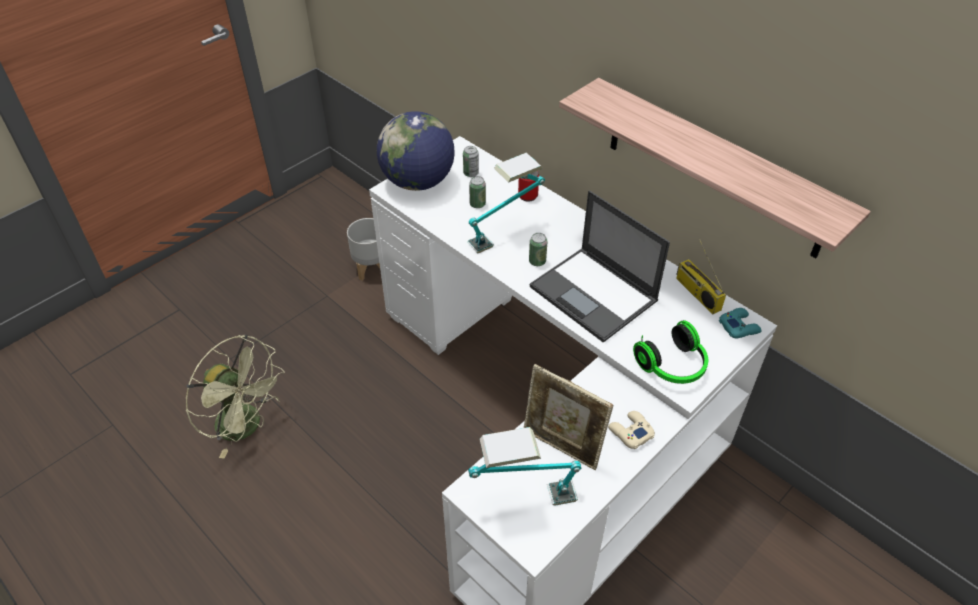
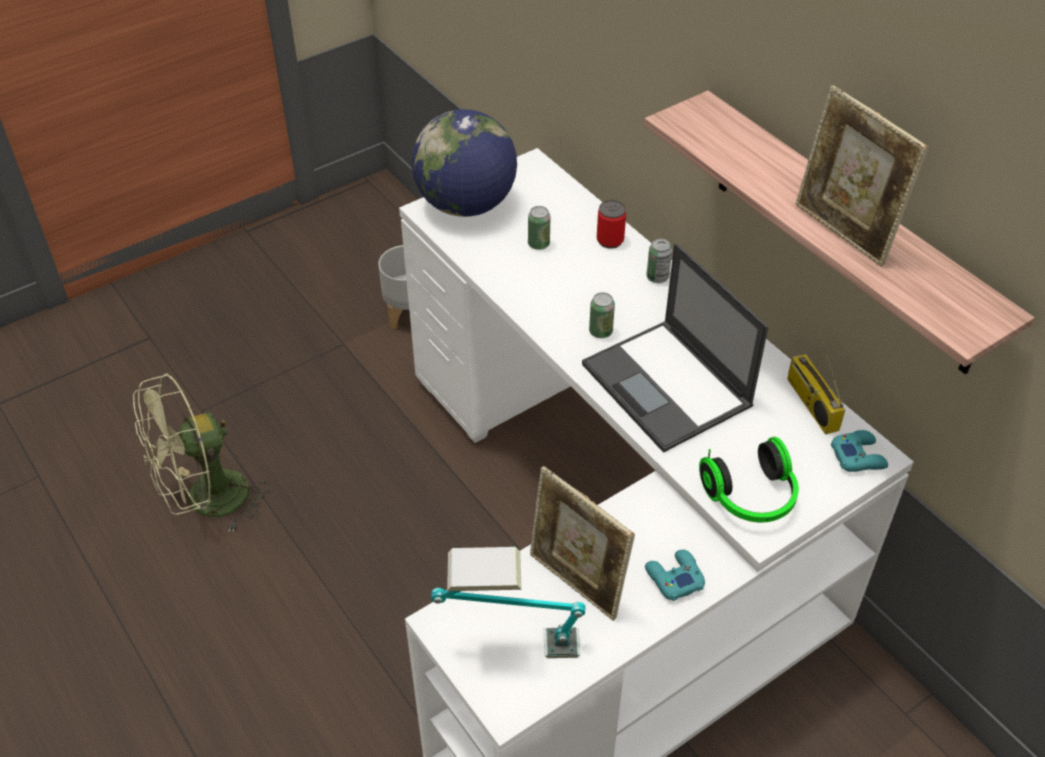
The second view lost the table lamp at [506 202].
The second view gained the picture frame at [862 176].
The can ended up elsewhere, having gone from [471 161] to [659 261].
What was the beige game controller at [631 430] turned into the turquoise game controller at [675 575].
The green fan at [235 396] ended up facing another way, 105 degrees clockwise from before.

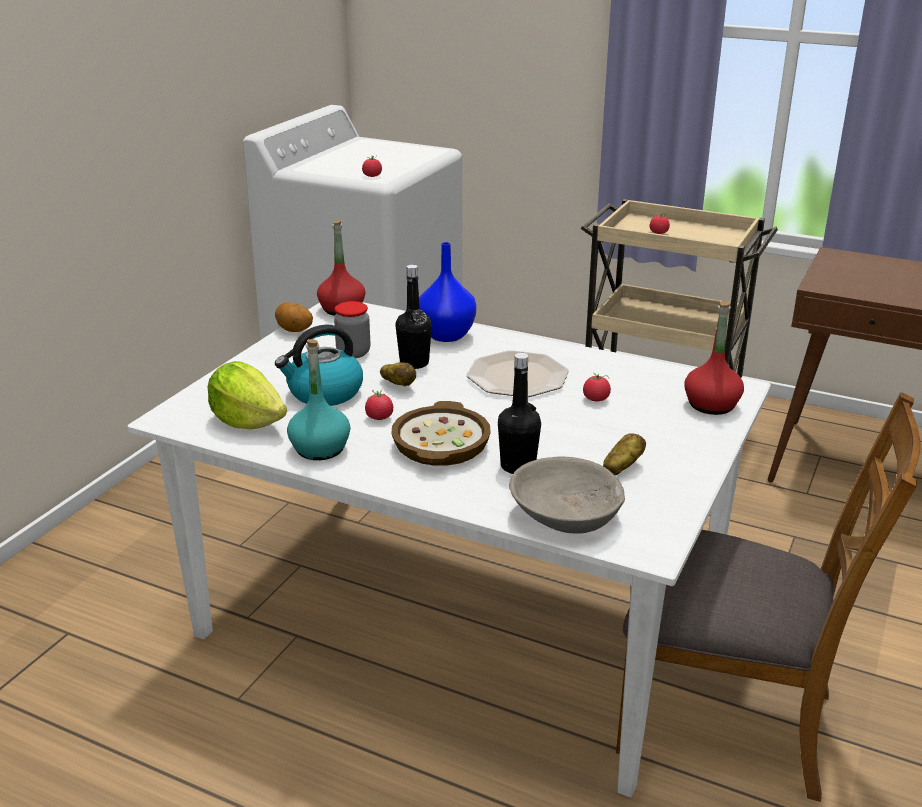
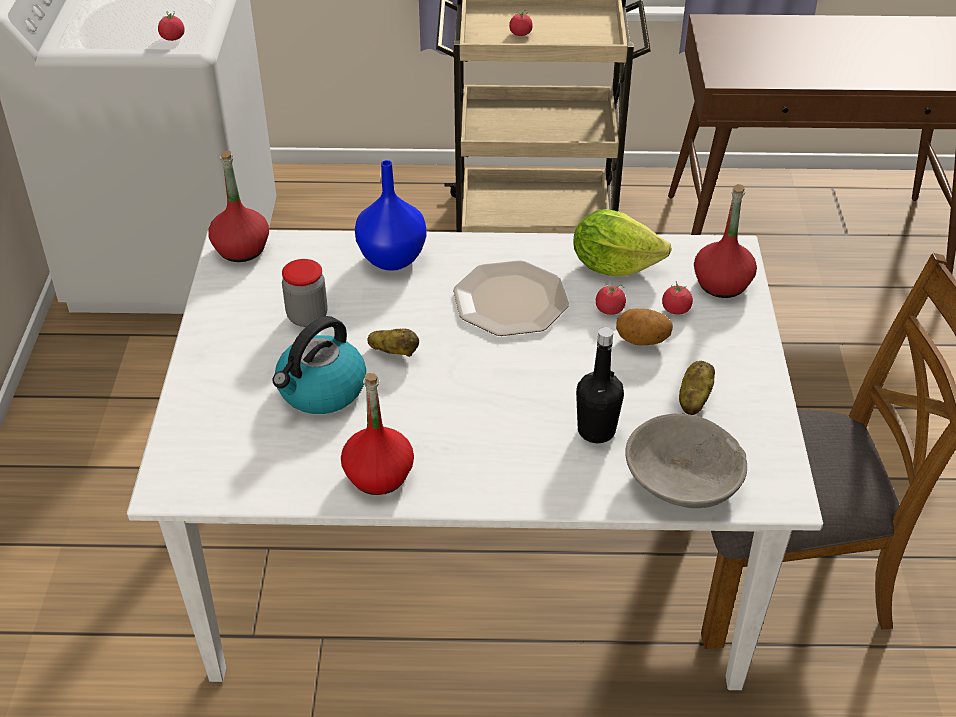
The second view lost the bowl at [441 433].
The second view lost the black bottle at [413 317].
The lettuce ended up elsewhere, having gone from [247 395] to [622 242].
The potato ended up elsewhere, having gone from [294 317] to [644 327].
The tomato ended up elsewhere, having gone from [379 404] to [677 298].
What was the turquoise bottle at [319 399] turned into the red bottle at [377 434].

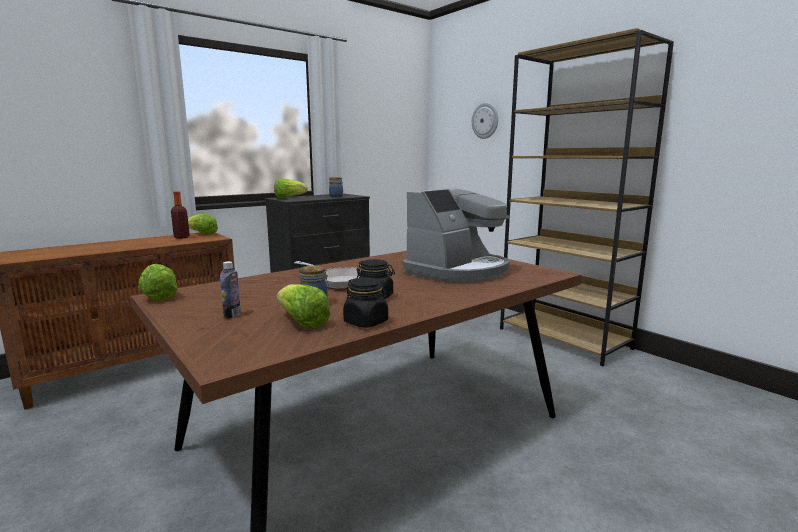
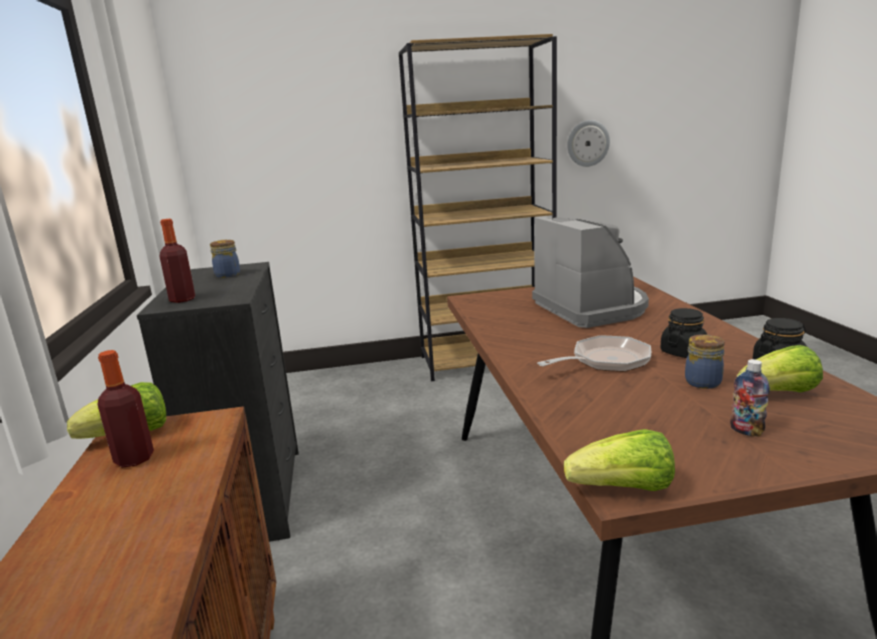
The wall clock ended up elsewhere, having gone from [485 121] to [588 143].
Where the lettuce stood at [290 188], the bottle came to stand at [177 261].

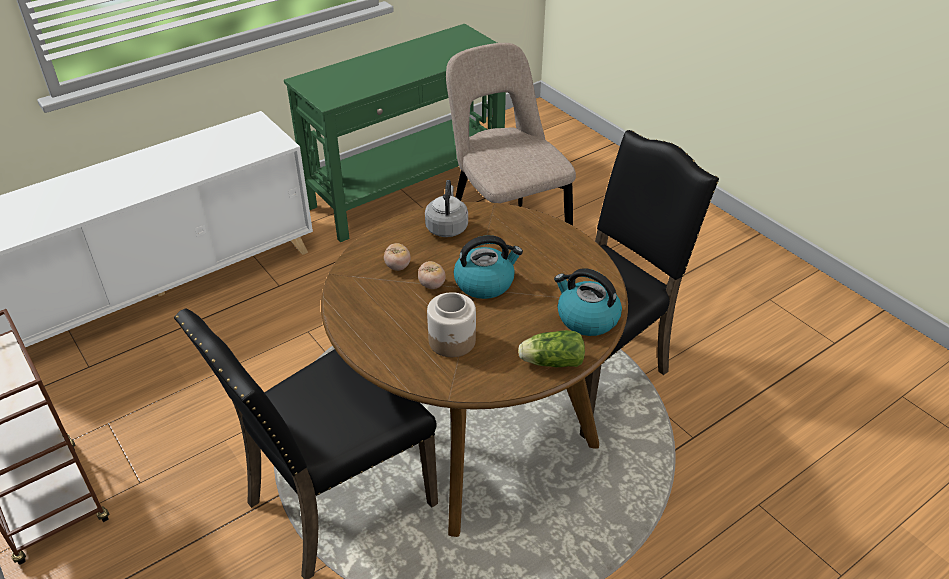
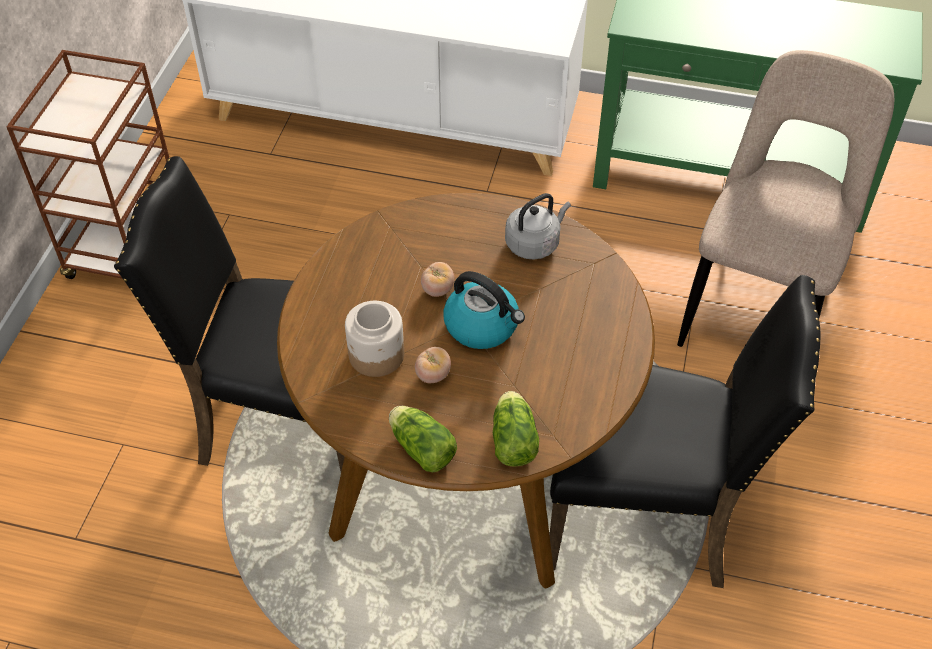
The tomato ended up elsewhere, having gone from [397 257] to [433 365].
Where the kettle stood at [588 302], the lettuce came to stand at [516 429].

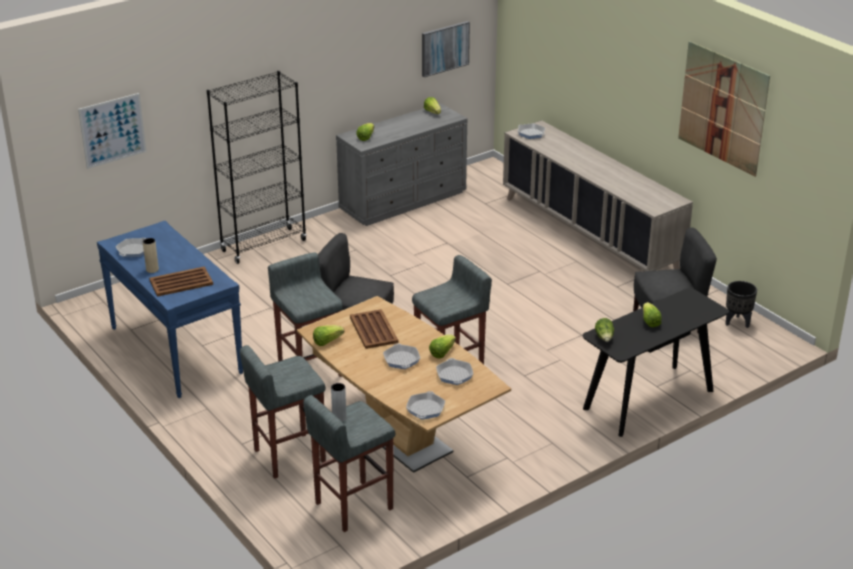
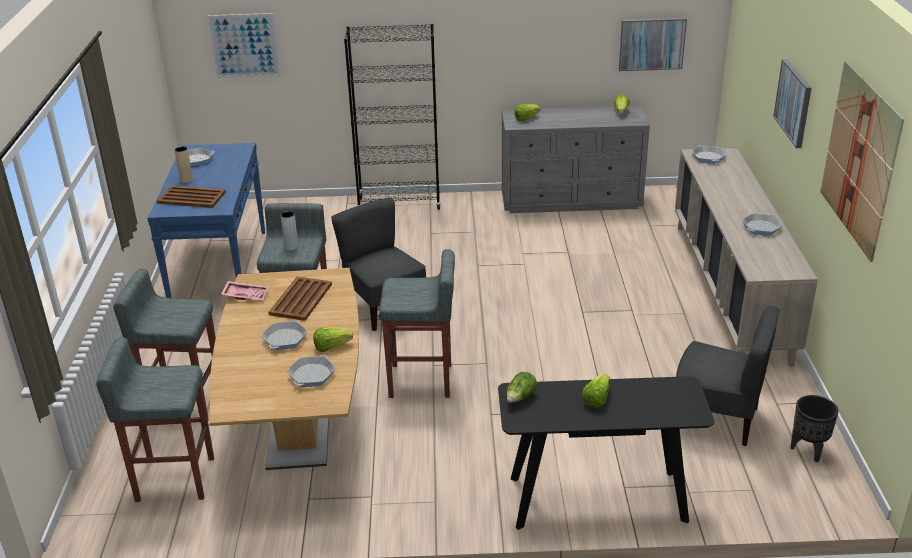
The second view gained the picture at [792 103].
The grey vase ended up elsewhere, having gone from [339 402] to [289 230].
The frying pan ended up elsewhere, having gone from [425 405] to [762 224].
Where the lettuce stood at [328 335], the pink tray came to stand at [245 290].

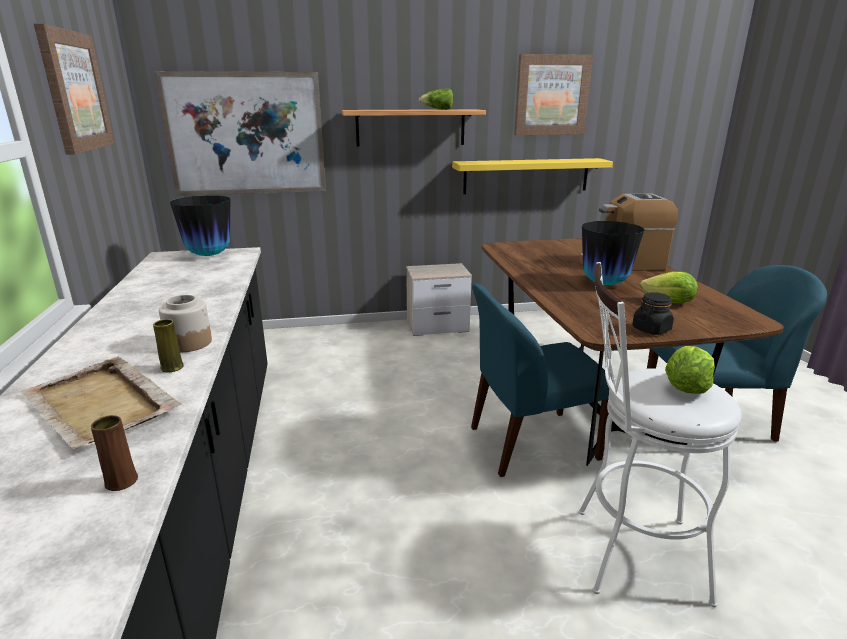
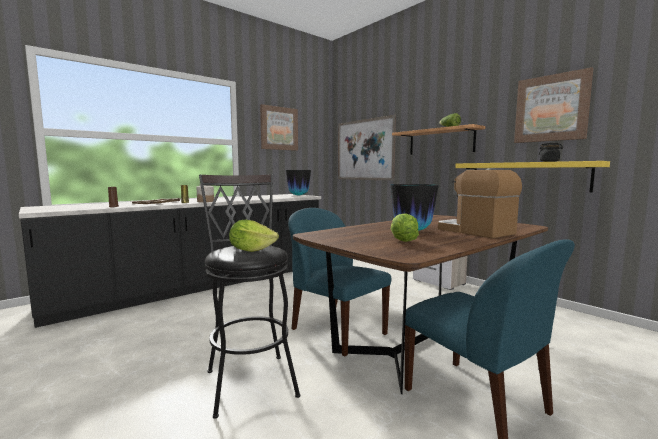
The black jar ended up elsewhere, having gone from [653 313] to [551 152].
What was the white stool at [660 435] turned into the black stool at [249 296].

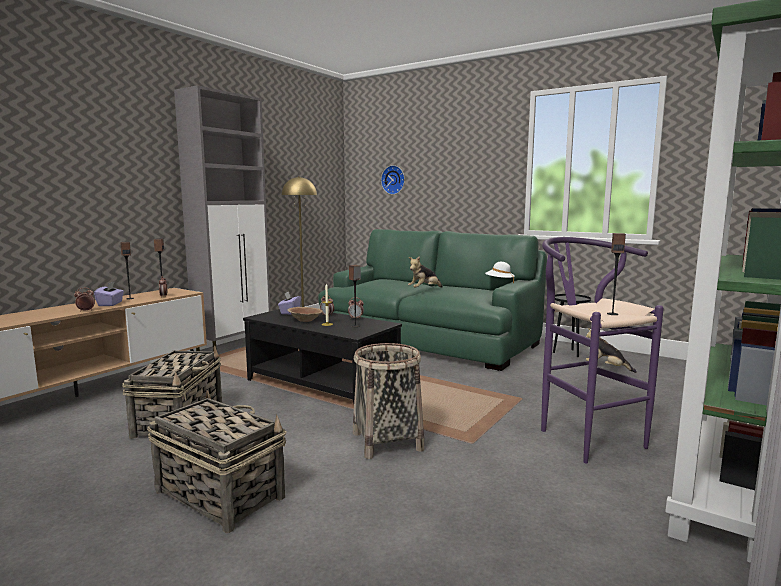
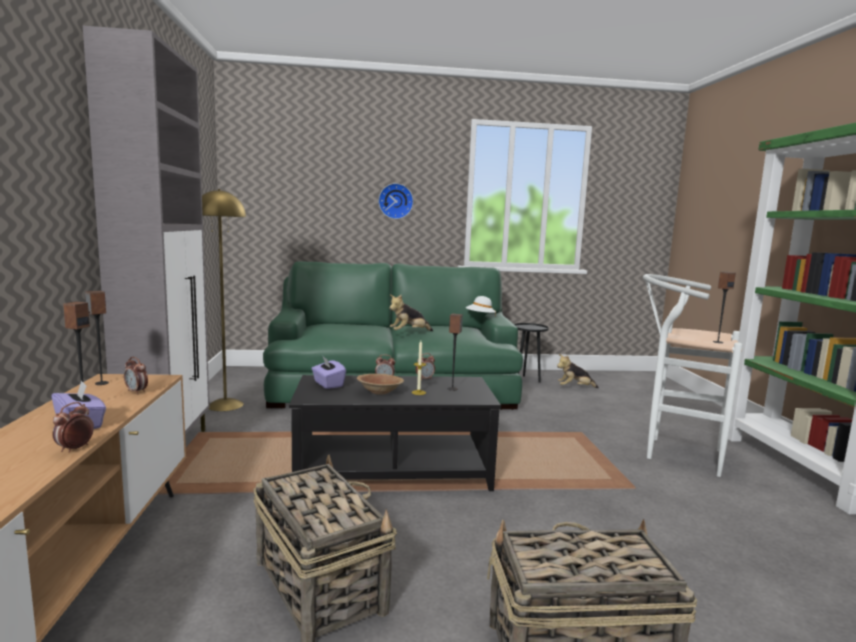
The second view lost the basket at [388 401].
The wall clock ended up elsewhere, having gone from [393 180] to [395 201].
What was the purple stool at [602 350] turned into the white stool at [692 375].
The plush toy at [425 272] ended up facing another way, 45 degrees clockwise from before.

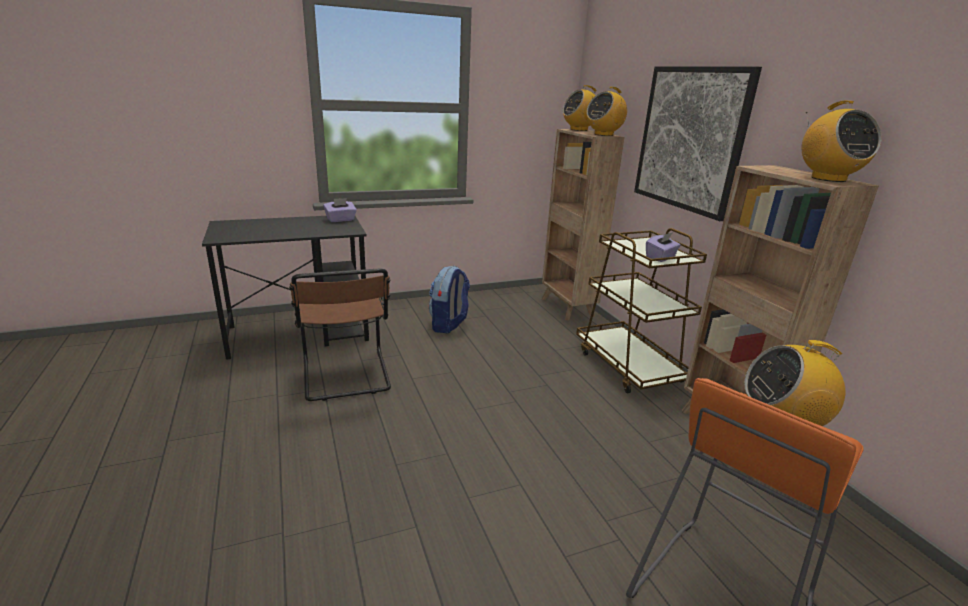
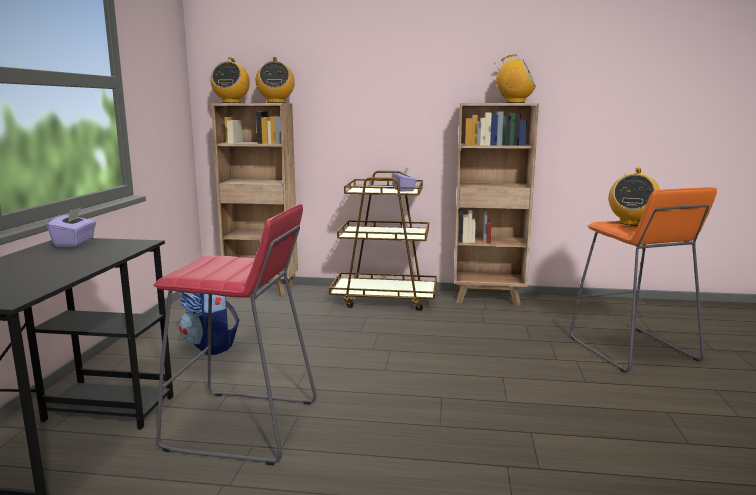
The second view lost the picture at [698 143].
Where the brown chair stood at [340 335], the red stool came to stand at [235 334].

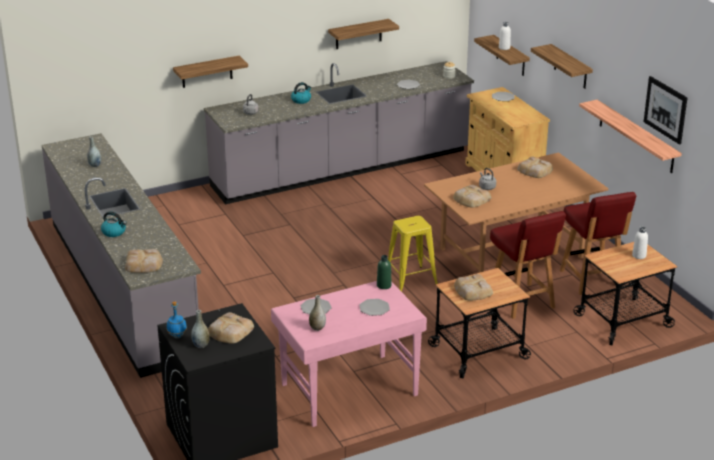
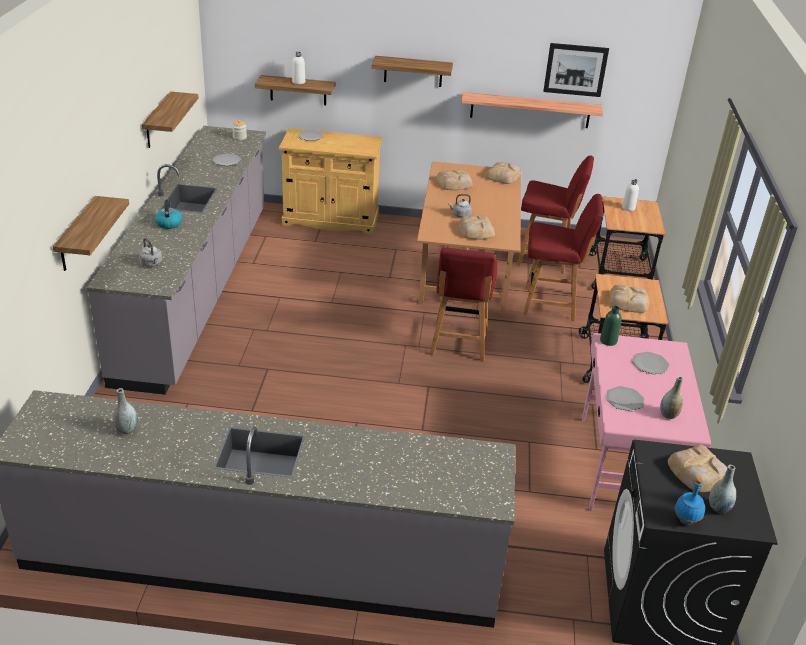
The second view lost the kettle at [114 224].
The bread ended up elsewhere, having gone from [144 261] to [503 173].
Where the yellow stool stood at [413 254], the red chair came to stand at [463 305].

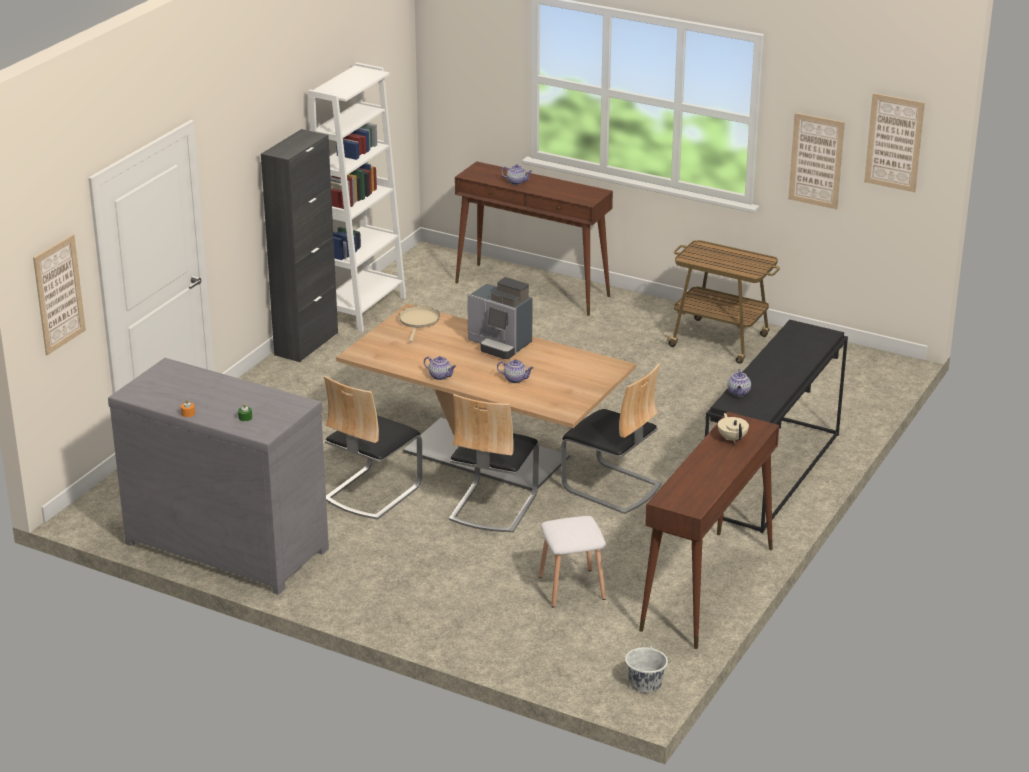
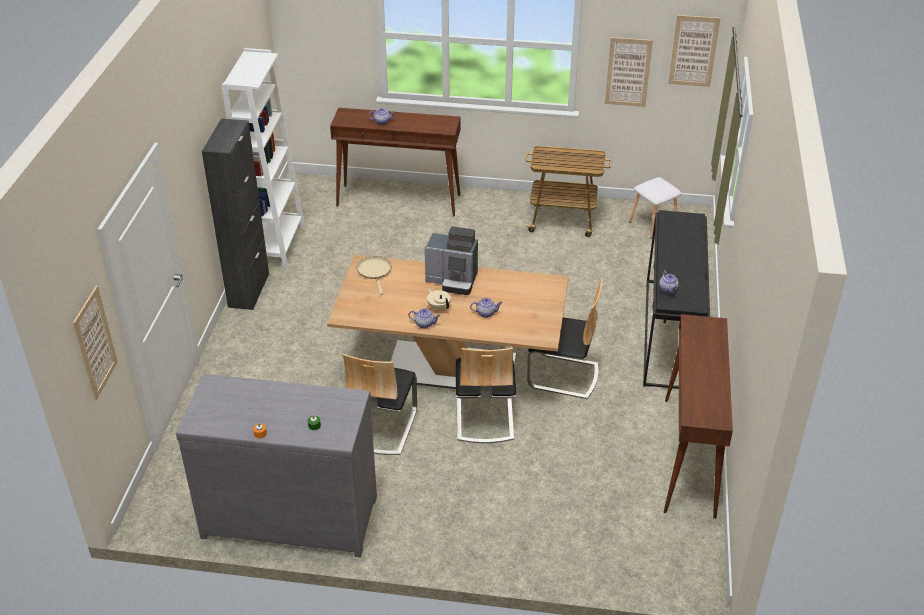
The second view lost the white bucket at [646 666].
The white stool ended up elsewhere, having gone from [572 561] to [655 208].
The beige teapot ended up elsewhere, having gone from [733 427] to [439 299].

